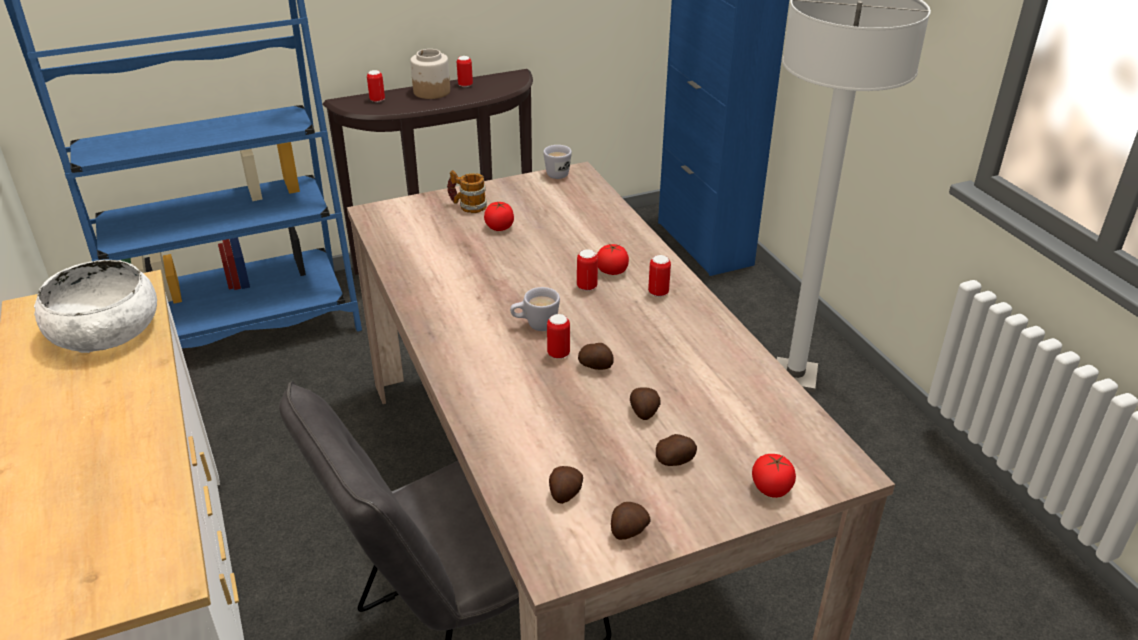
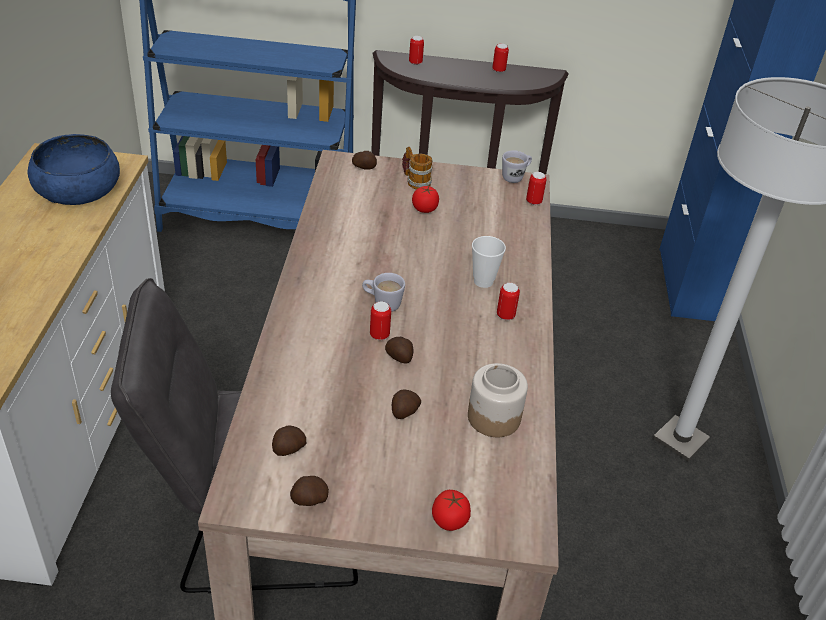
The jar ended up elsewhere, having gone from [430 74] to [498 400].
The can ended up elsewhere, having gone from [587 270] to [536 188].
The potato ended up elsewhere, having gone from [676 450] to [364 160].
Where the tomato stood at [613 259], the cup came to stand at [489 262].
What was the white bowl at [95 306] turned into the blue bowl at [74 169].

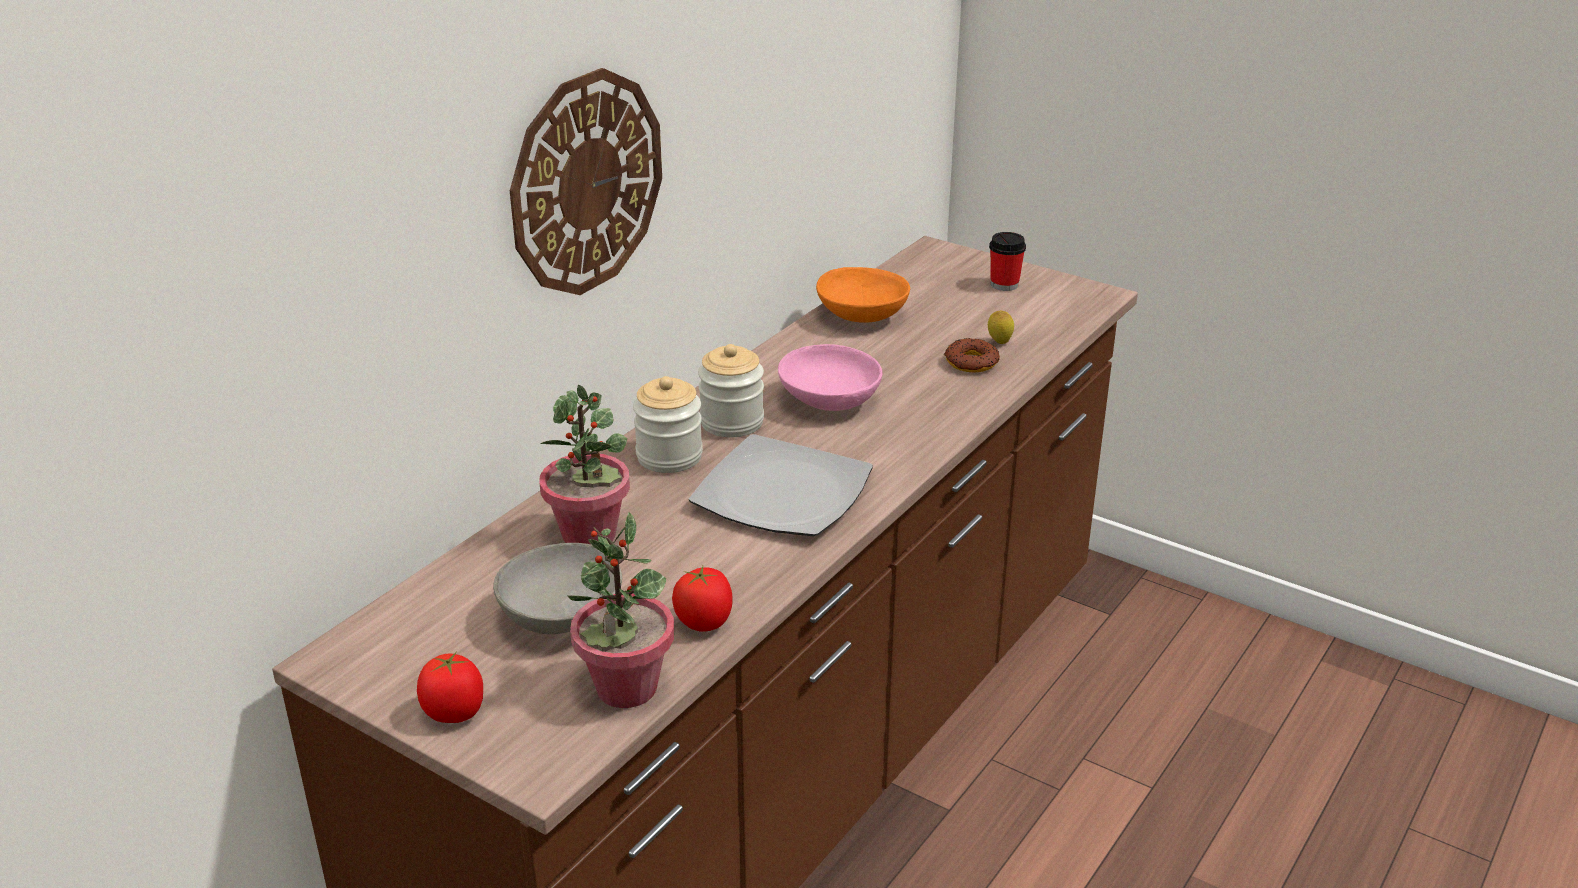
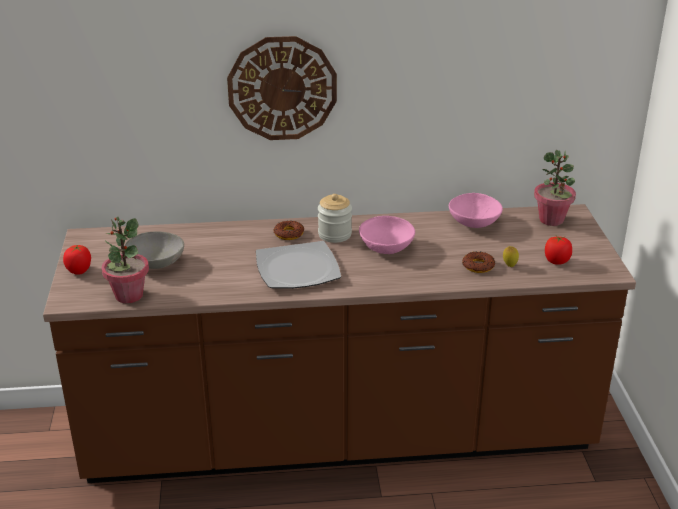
The second view lost the cup at [1007 261].
The potted plant ended up elsewhere, having gone from [585 464] to [555 188].
The tomato ended up elsewhere, having gone from [702 599] to [558 250].
Where the jar stood at [668 424], the donut came to stand at [288 230].
What was the orange bowl at [863 295] turned into the pink bowl at [476 210].

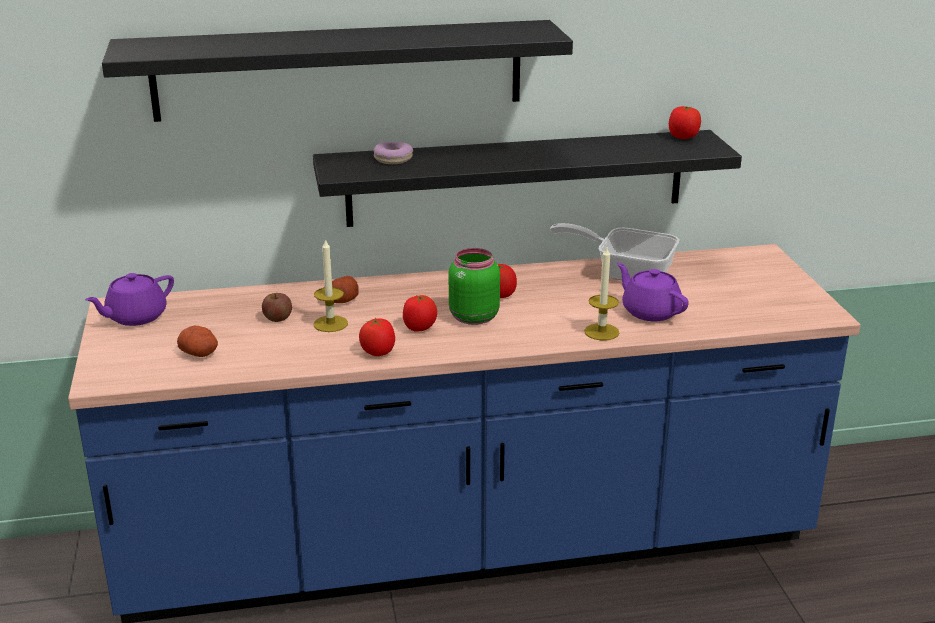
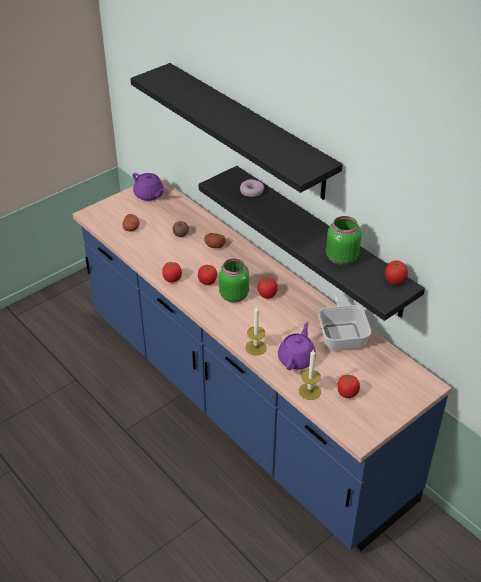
The second view gained the green jar at [344 240].
The second view gained the tomato at [348 386].
The candle ended up elsewhere, having gone from [330 285] to [310 375].
The purple teapot at [129 299] ended up facing another way, 150 degrees counterclockwise from before.

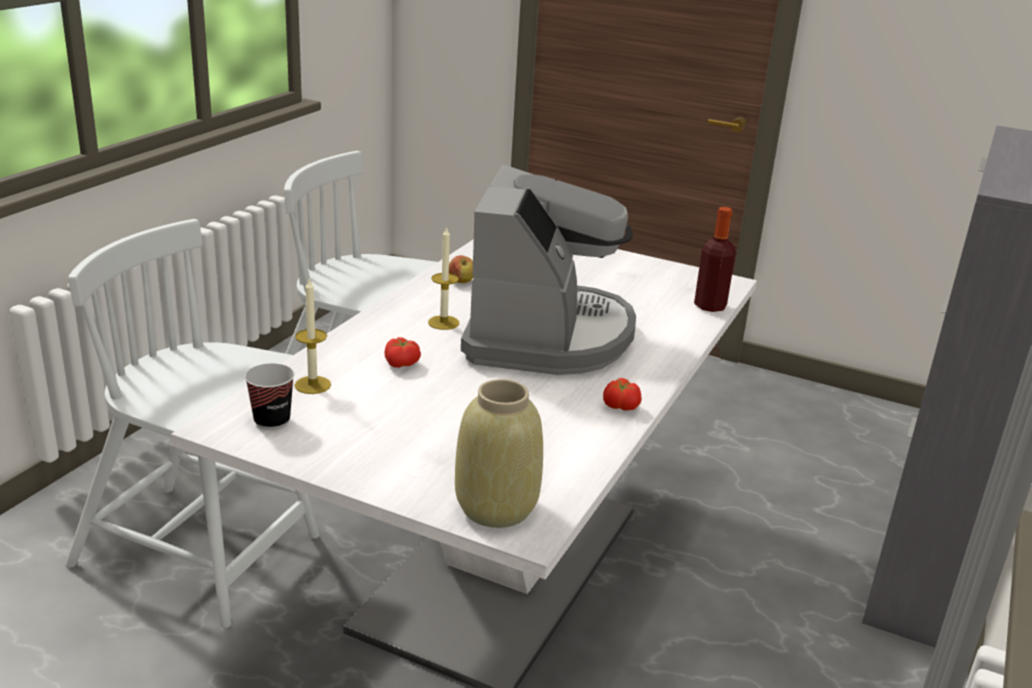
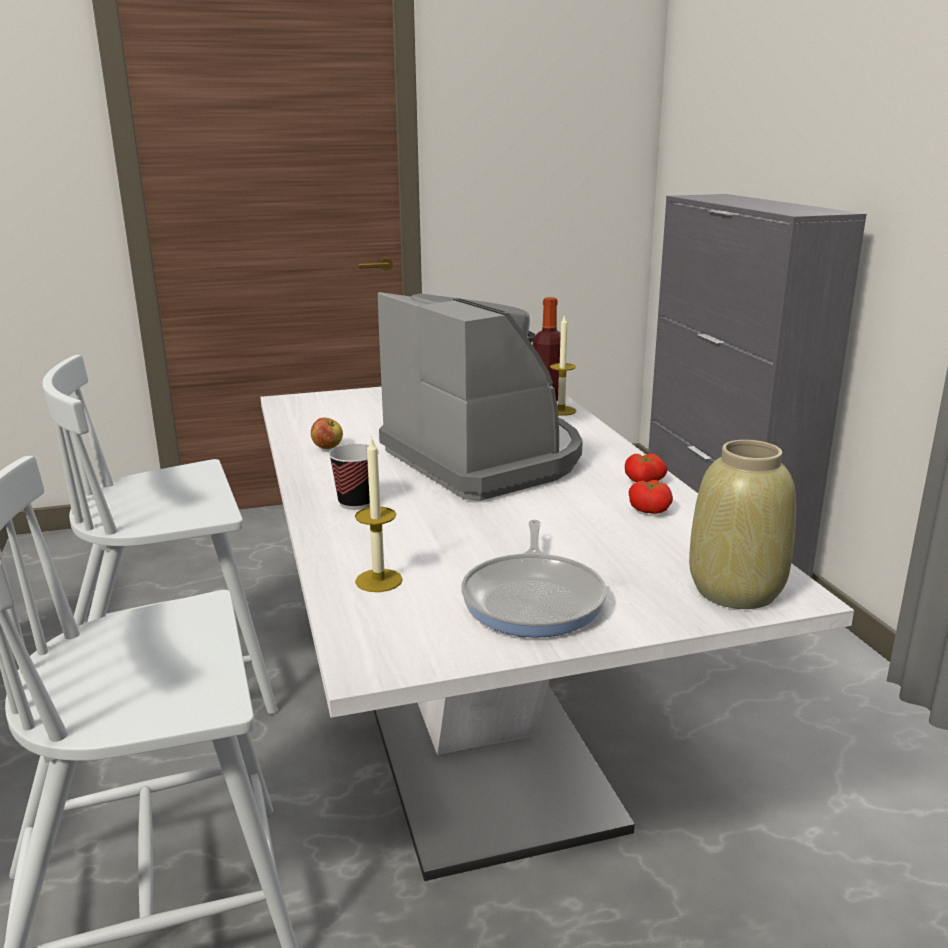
The second view gained the frying pan at [534 579].
The cup ended up elsewhere, having gone from [269 396] to [354 477].
The tomato ended up elsewhere, having gone from [402 352] to [650 497].
The candle ended up elsewhere, having gone from [443 278] to [563 365].

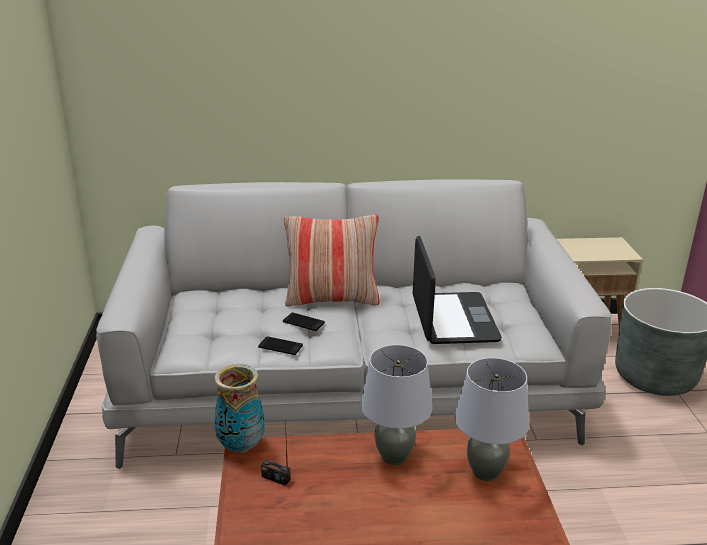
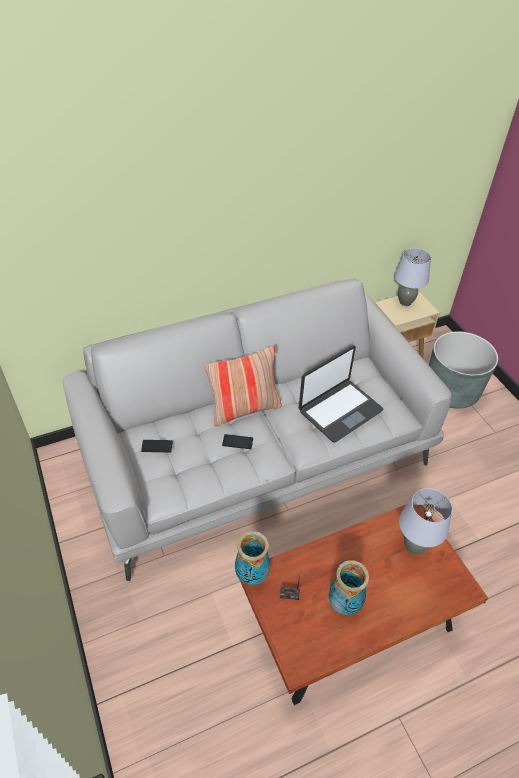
The second view gained the vase at [349 587].
The phone ended up elsewhere, having gone from [280 345] to [157 446].
The grey table lamp ended up elsewhere, having gone from [397 405] to [412 277].
The laptop at [457 290] ended up facing another way, 75 degrees clockwise from before.

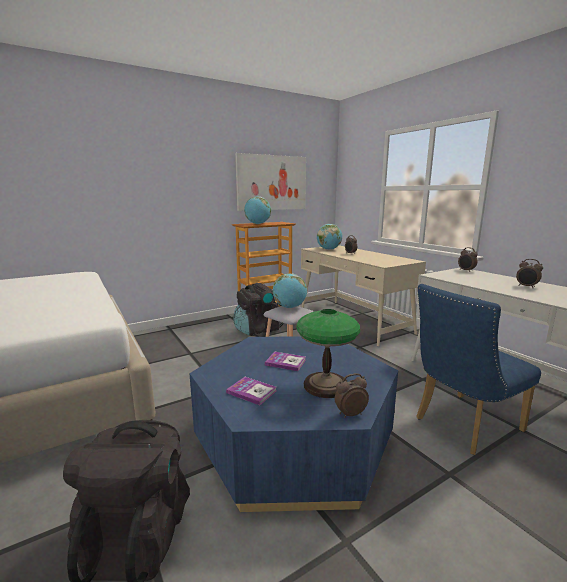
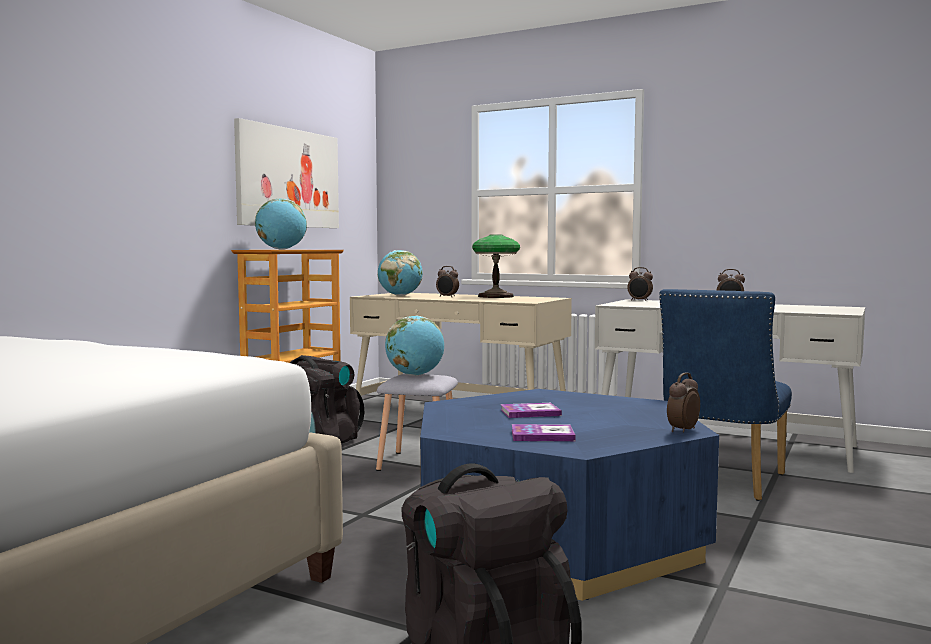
The table lamp ended up elsewhere, having gone from [328 353] to [496 266].

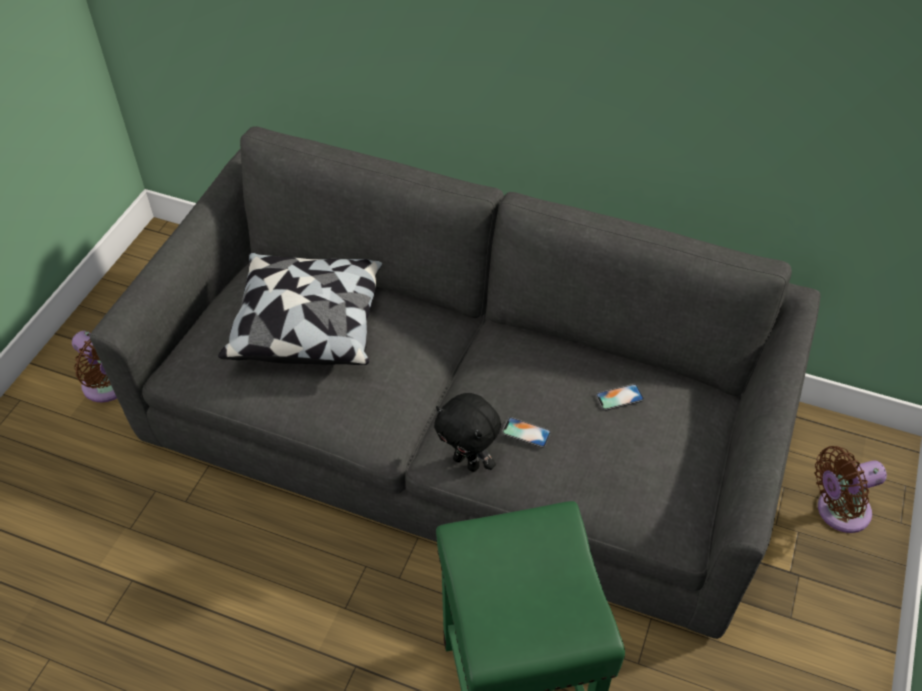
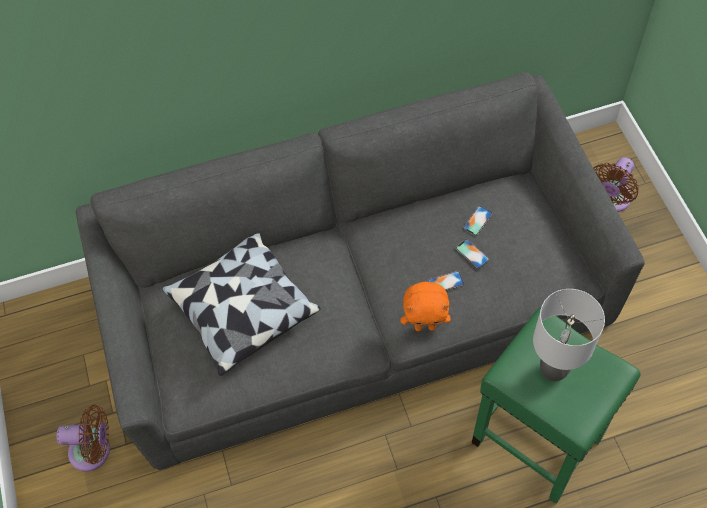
The second view gained the phone at [473 254].
The second view gained the grey table lamp at [569 335].
What was the black plush toy at [467 432] turned into the orange plush toy at [426 306].

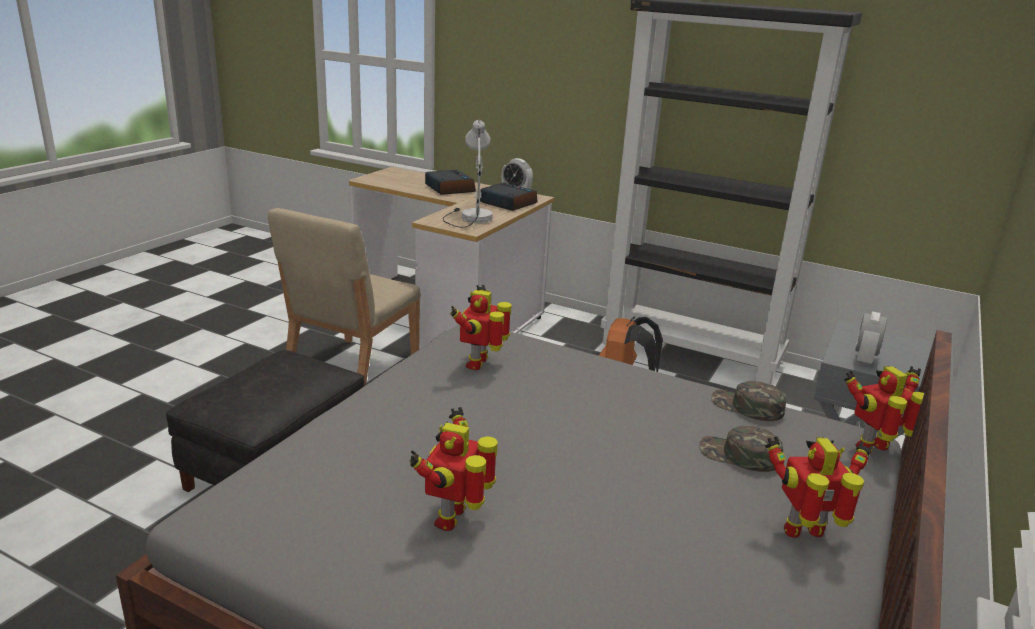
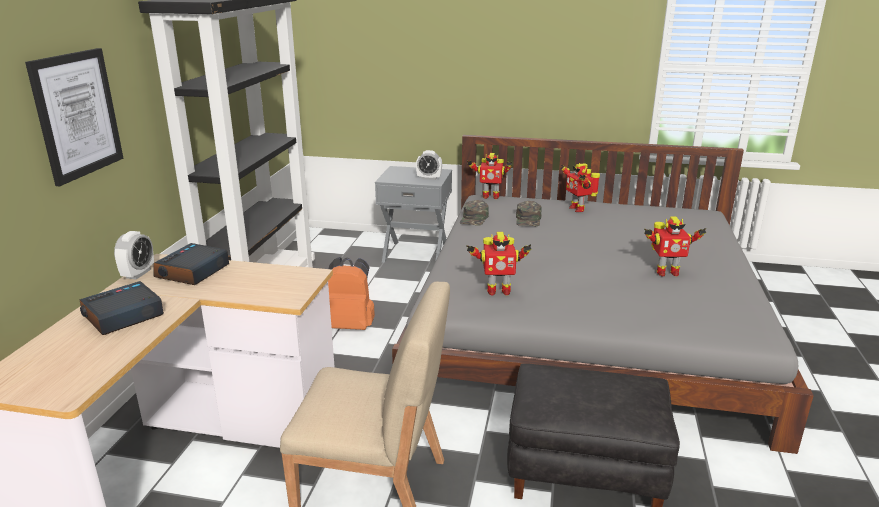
The second view lost the white table lamp at [467 174].
The second view gained the picture at [74 117].
The toy robot at [884 409] ended up facing another way, 45 degrees counterclockwise from before.

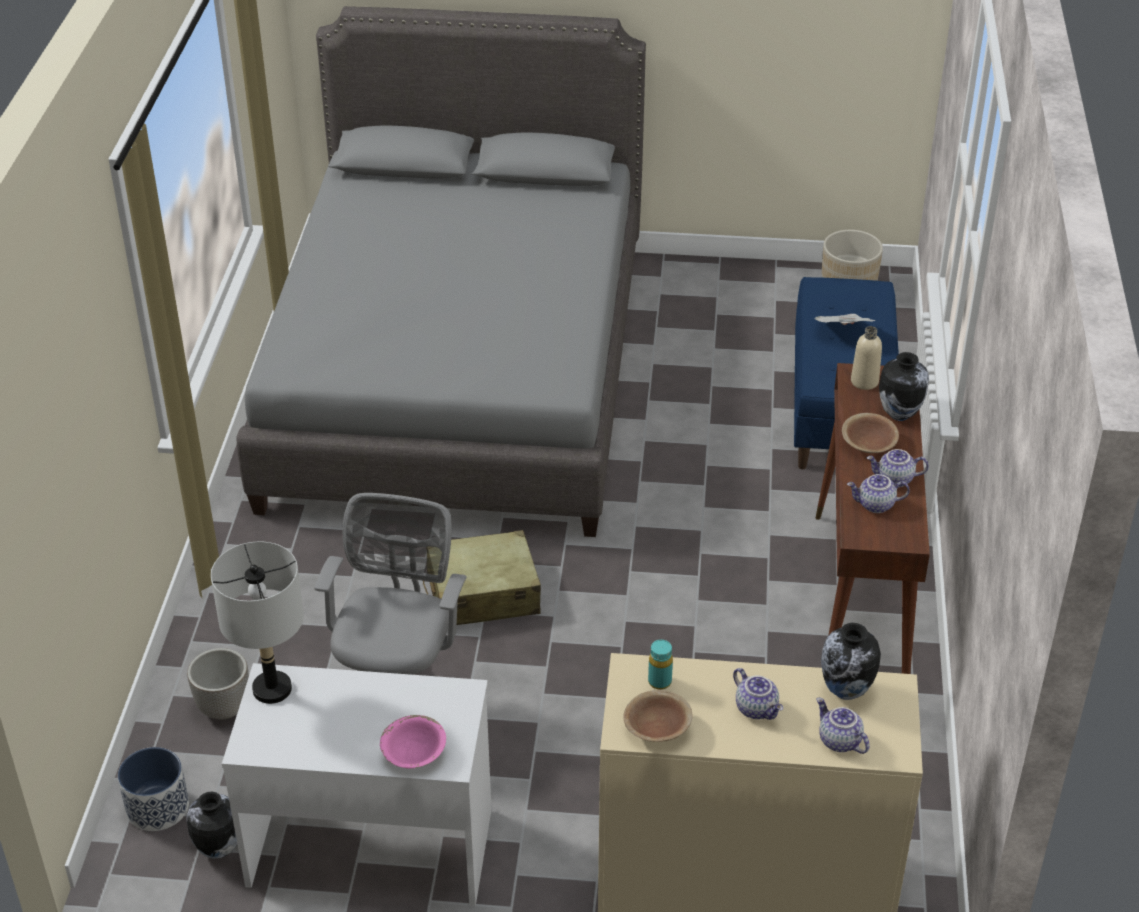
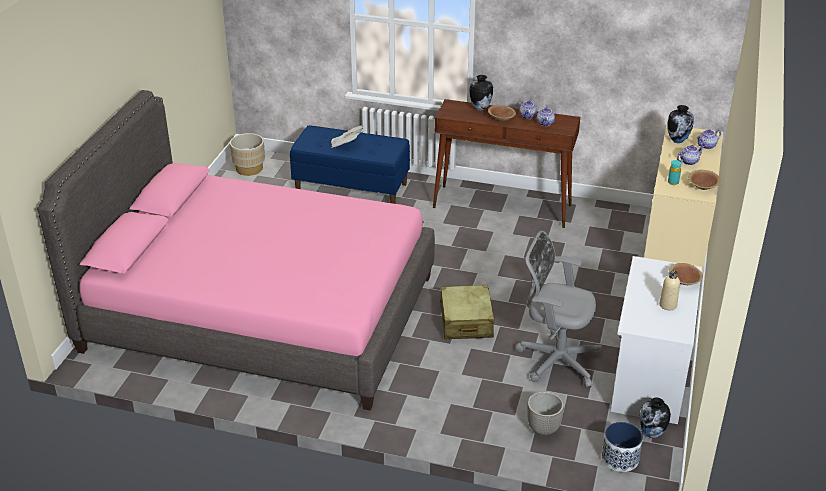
The second view lost the grey table lamp at [257 623].
The beige bottle ended up elsewhere, having gone from [866 358] to [669 290].
What was the grey bed at [441 271] turned into the pink bed at [236 250].
What was the pink bowl at [413 742] turned into the brown bowl at [686 274].

